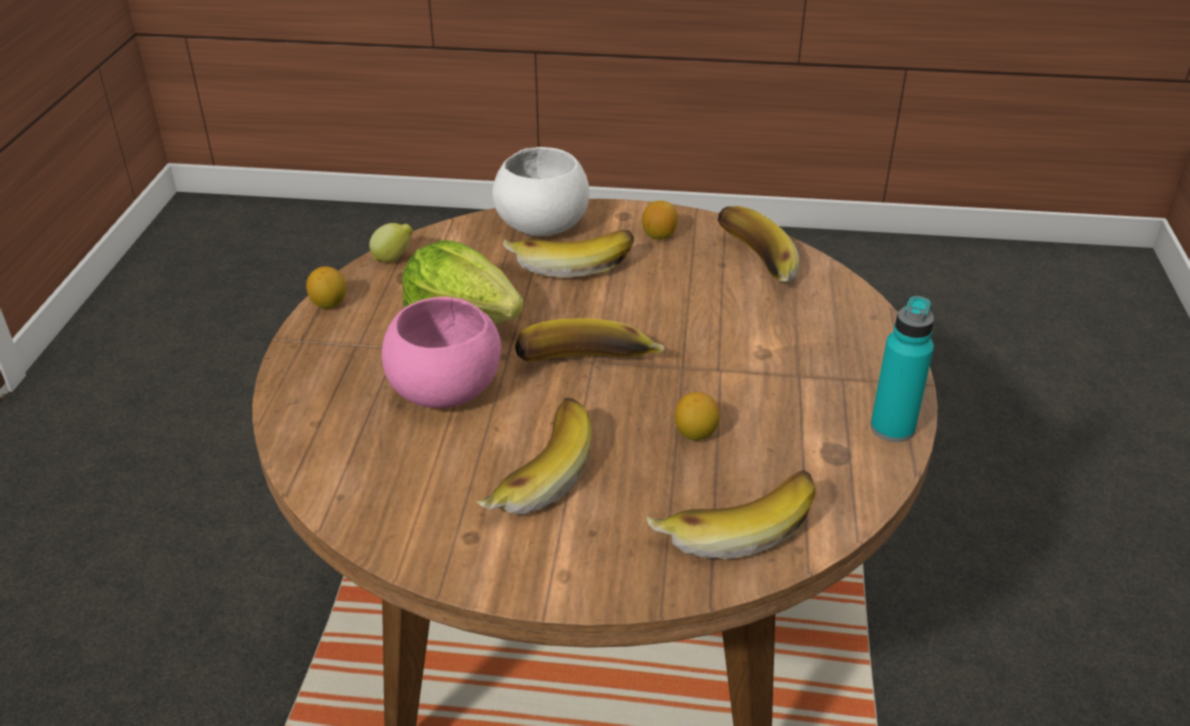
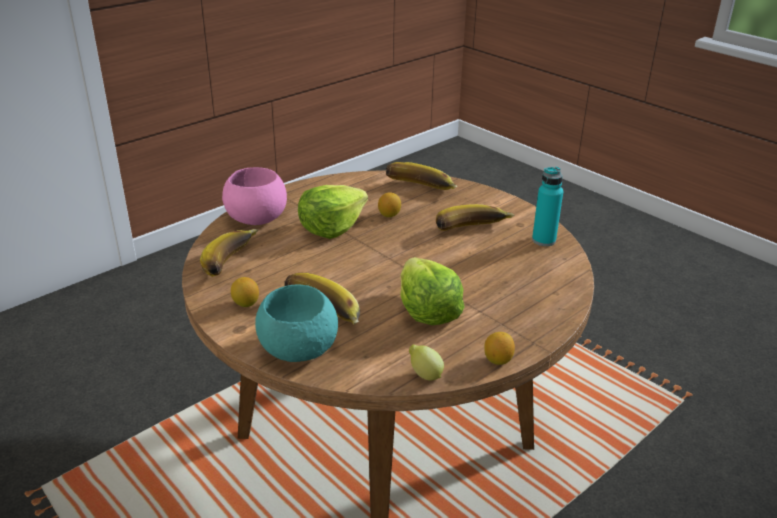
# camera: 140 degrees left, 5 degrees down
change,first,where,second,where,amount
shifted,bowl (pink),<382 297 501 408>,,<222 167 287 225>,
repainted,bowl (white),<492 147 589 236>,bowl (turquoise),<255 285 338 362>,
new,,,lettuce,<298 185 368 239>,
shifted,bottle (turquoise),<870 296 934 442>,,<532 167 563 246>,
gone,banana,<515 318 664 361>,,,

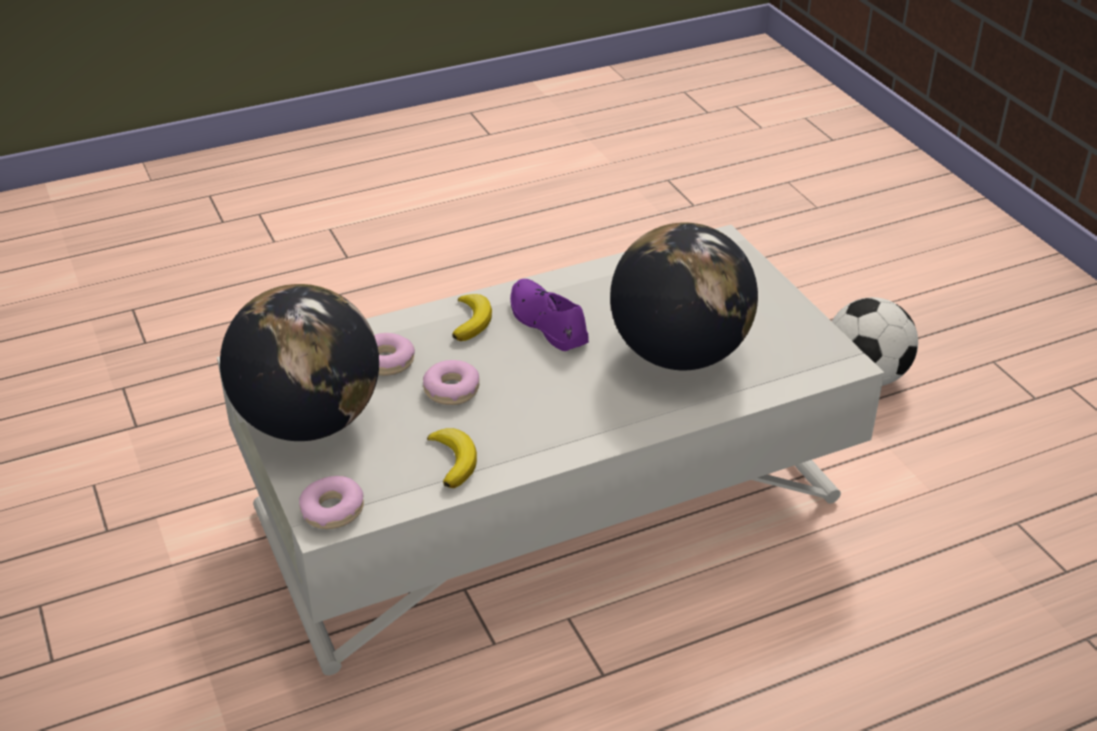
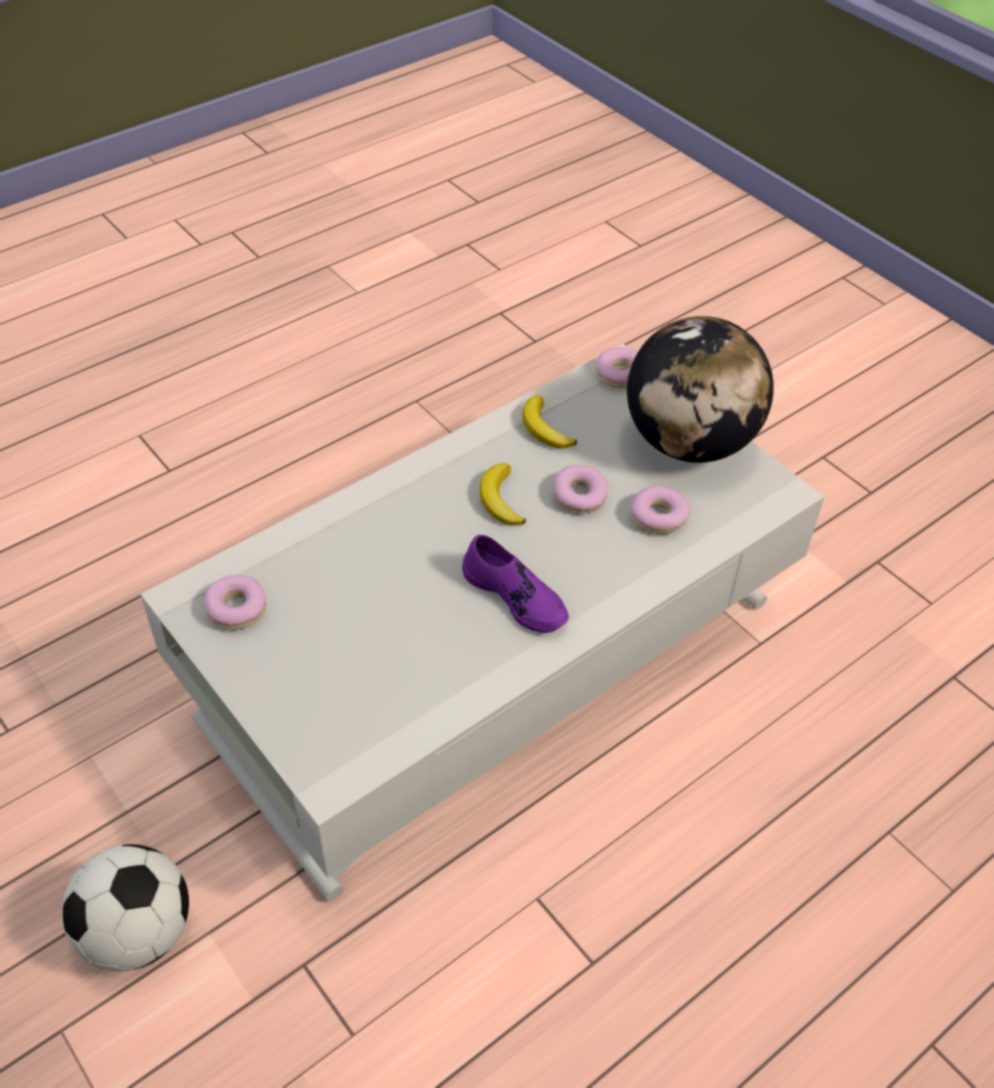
# camera: 165 degrees right, 10 degrees up
change,first,where,second,where,amount
new,,,donut,<204 575 266 630>,
shifted,banana,<452 294 492 341>,,<480 463 526 525>,
gone,globe,<610 222 758 370>,,,

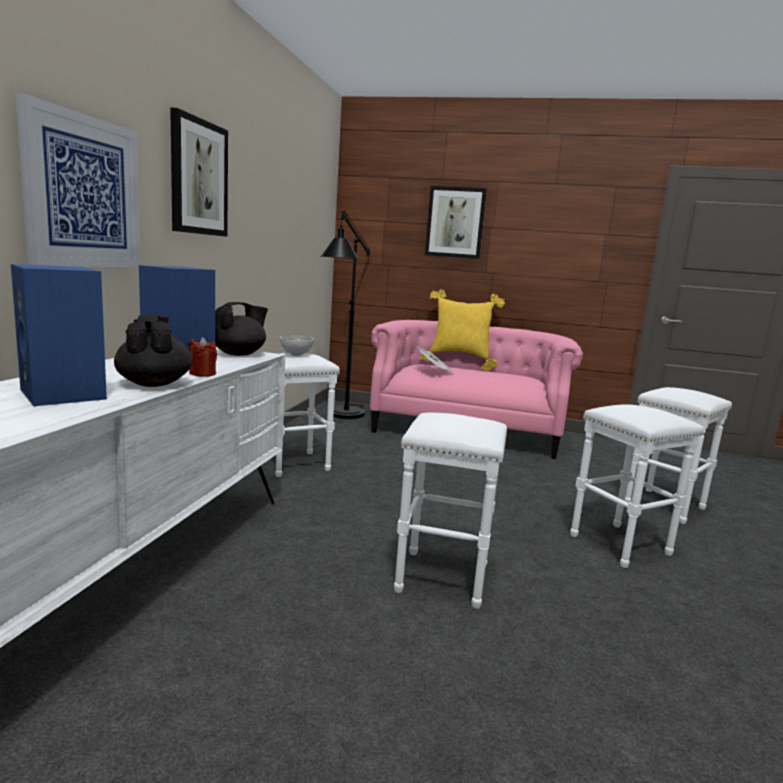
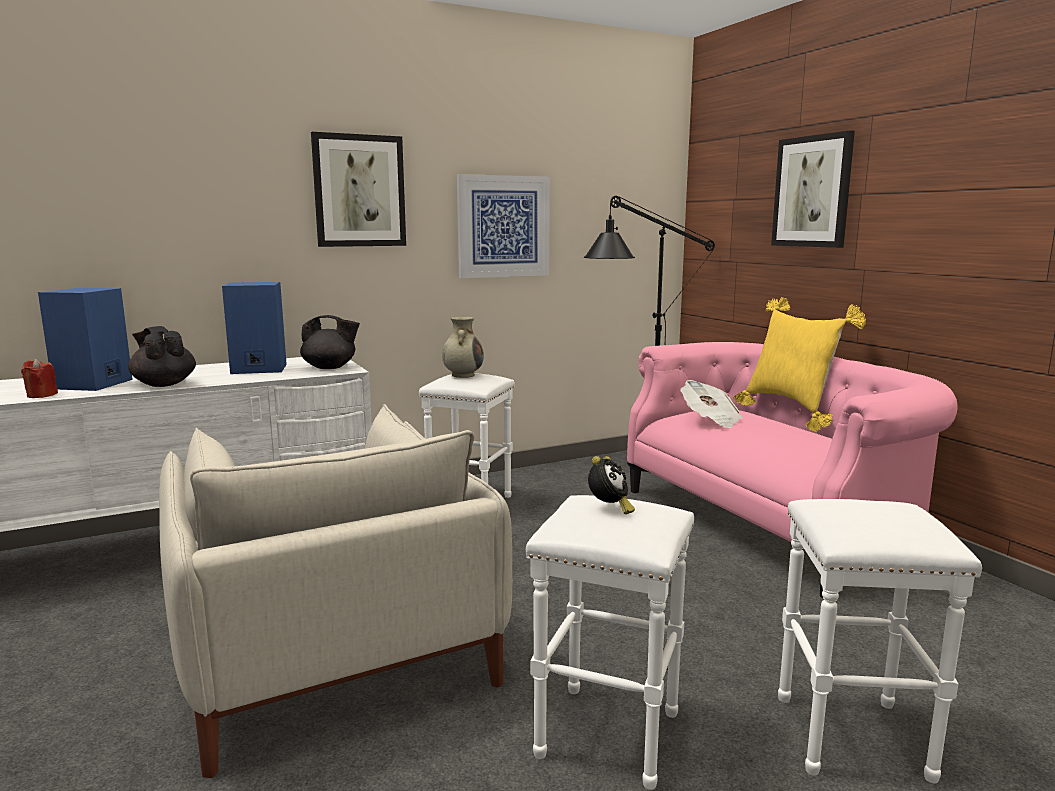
# camera: 50 degrees right, 0 degrees up
change,first,where,second,where,amount
shifted,candle (red),<189 337 217 377>,,<21 359 58 398>,
rotated,teapot (black),<114 314 192 387>,,<128 326 196 387>,75 degrees counterclockwise
swapped,stool (white),<394 412 507 609>,armchair (beige),<159 404 512 778>,
swapped,bowl,<280 336 314 356>,vase (beige),<442 317 484 378>,
shifted,picture,<16 93 140 267>,,<457 174 550 278>,
new,,,alarm clock,<588 456 635 514>,

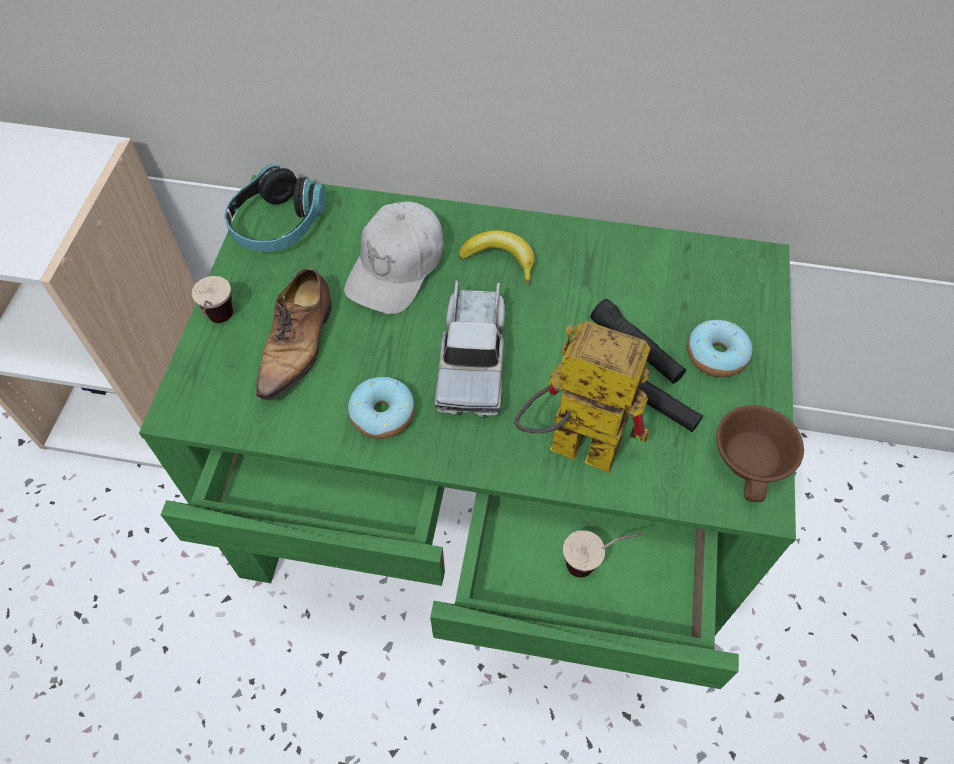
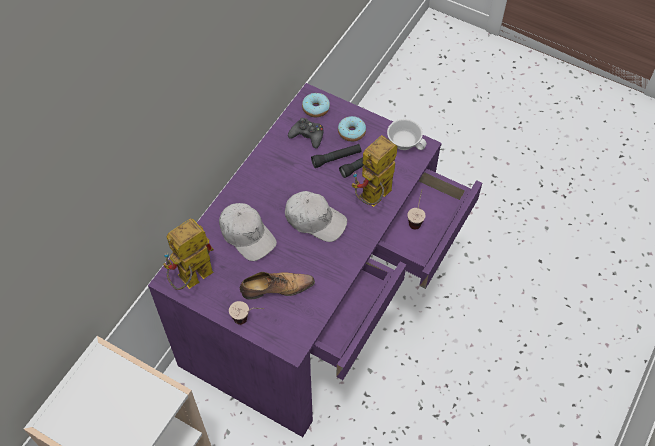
# camera: 70 degrees left, 0 degrees up
change,first,where,second,where,amount
repainted,desk (green),<139 175 796 689>,desk (purple),<148 83 482 437>,
swapped,headphones,<224 164 326 252>,toy robot,<163 219 214 290>,
rotated,shoe,<256 268 332 401>,,<240 272 315 300>,45 degrees counterclockwise
swapped,toy truck,<435 280 505 418>,cap (white),<285 191 347 242>,
new,,,game controller (black),<288 118 323 149>,
shifted,donut,<348 377 415 439>,,<302 93 330 117>,
repainted,cup (brown),<716 405 804 502>,cup (white),<387 119 427 150>,
gone,banana,<458 230 535 286>,,,

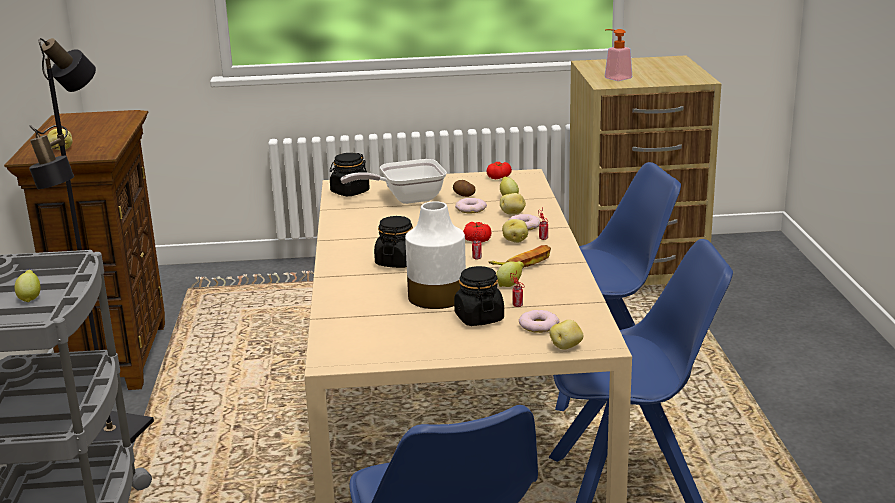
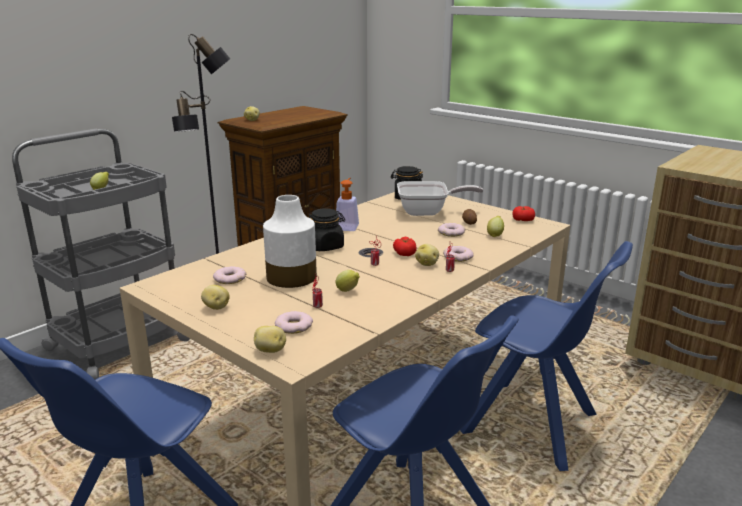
# camera: 45 degrees right, 0 degrees up
change,first,where,second,where,amount
shifted,potato,<500 193 526 214>,,<201 285 230 310>,
new,,,donut,<213 266 246 284>,
shifted,soap dispenser,<605 29 632 81>,,<336 178 359 231>,
rotated,frying pan,<340 159 447 204>,,<397 181 483 216>,150 degrees clockwise
gone,jar (black),<454 266 504 326>,,,
gone,banana,<489 245 551 268>,,,

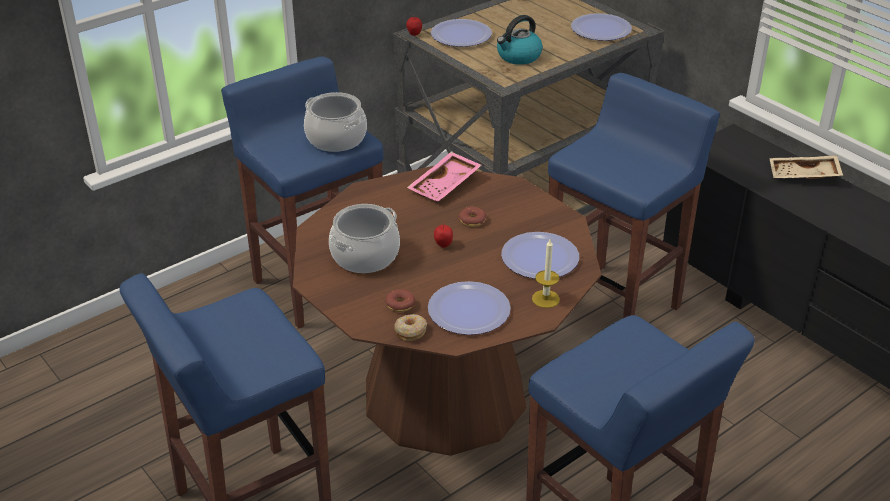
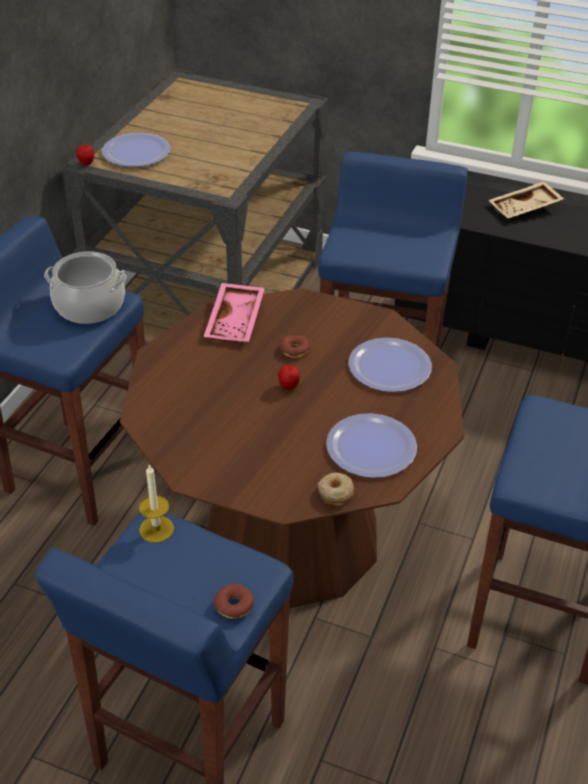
# camera: 30 degrees left, 5 degrees up
change,first,where,second,where,amount
shifted,candle,<532 239 560 308>,,<139 465 174 543>,
shifted,donut,<385 290 415 312>,,<214 584 254 619>,
gone,cooking pot,<329 204 400 273>,,,
gone,kettle,<497 15 543 65>,,,
gone,plate,<571 13 632 41>,,,

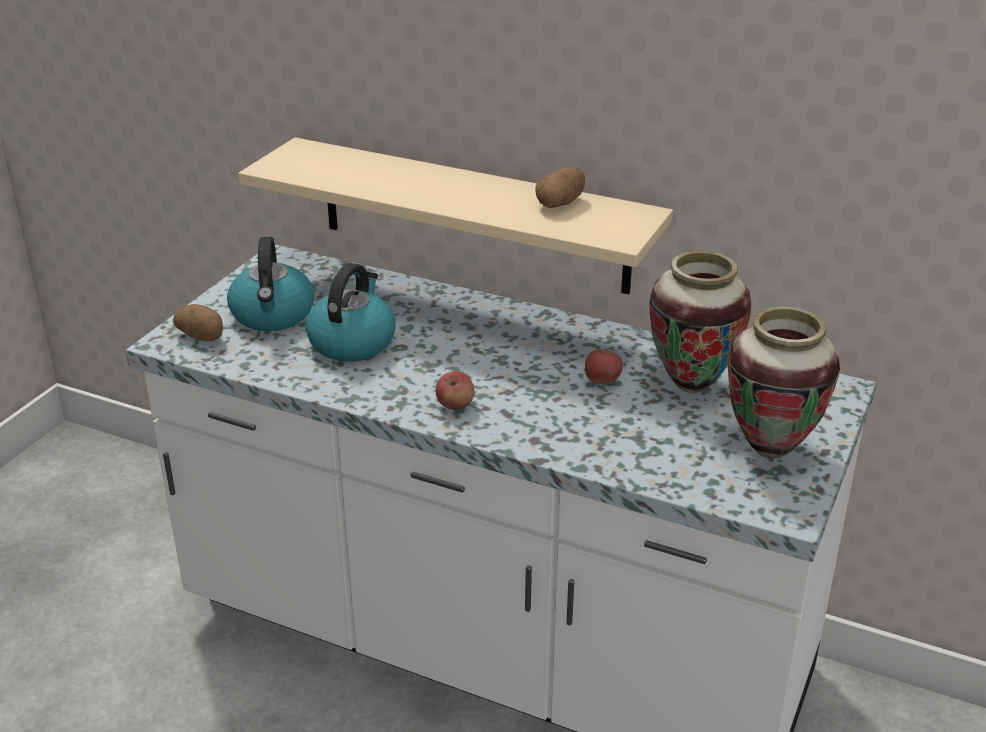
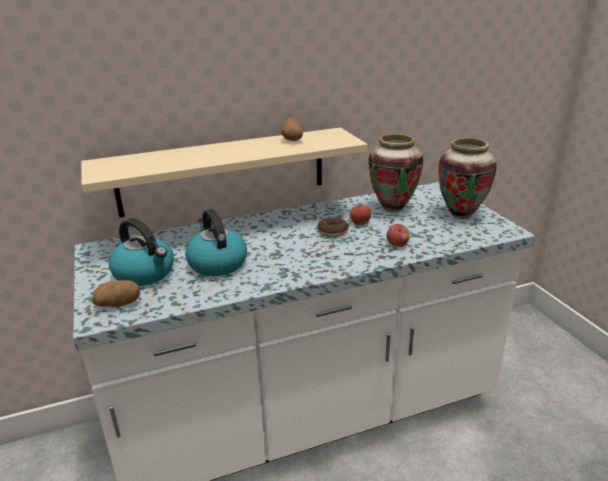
# camera: 45 degrees left, 5 degrees down
change,first,where,second,where,amount
new,,,donut,<317 217 349 237>,
shifted,apple,<436 371 474 410>,,<387 224 410 247>,

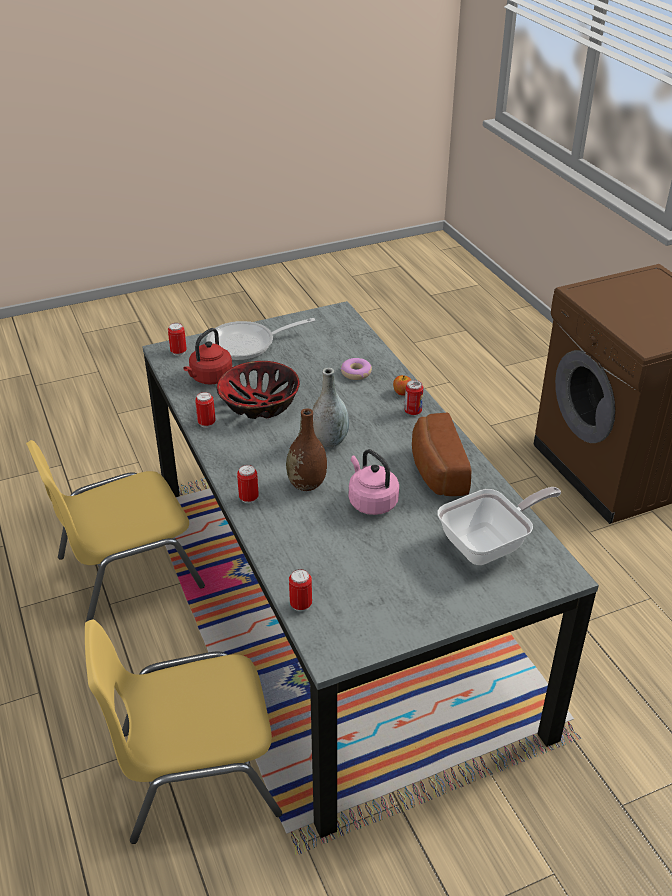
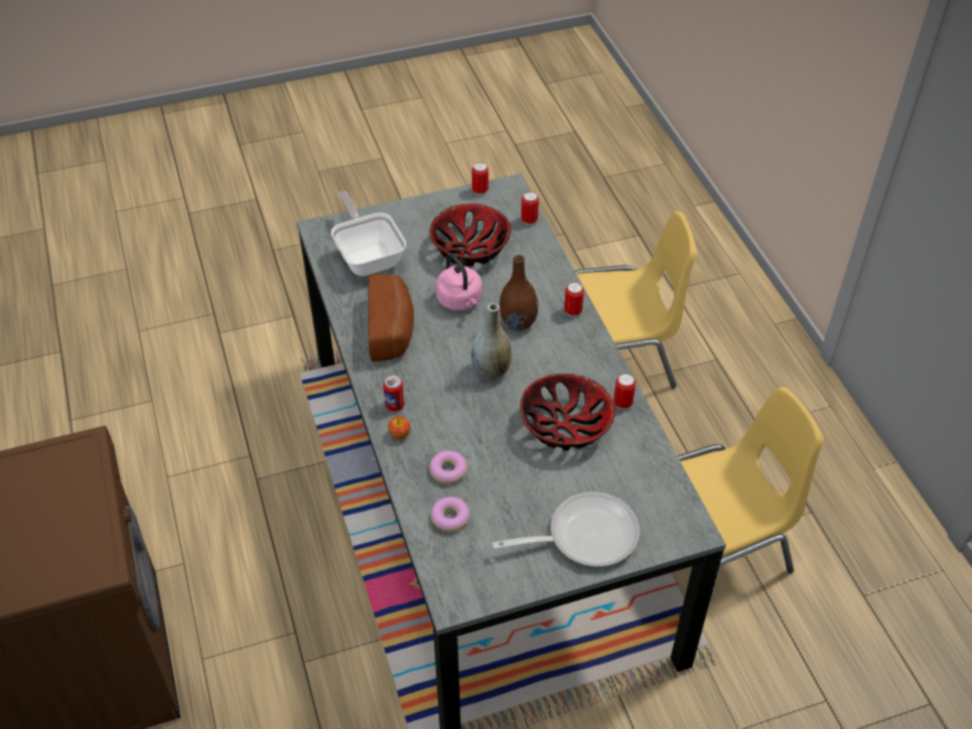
# camera: 175 degrees left, 10 degrees up
change,first,where,second,where,amount
rotated,frying pan,<437 487 561 565>,,<331 191 406 276>,90 degrees clockwise
new,,,bowl,<430 203 511 266>,
new,,,donut,<431 497 470 532>,
shifted,can,<168 323 187 356>,,<472 162 489 195>,
gone,kettle (red),<183 328 232 385>,,,

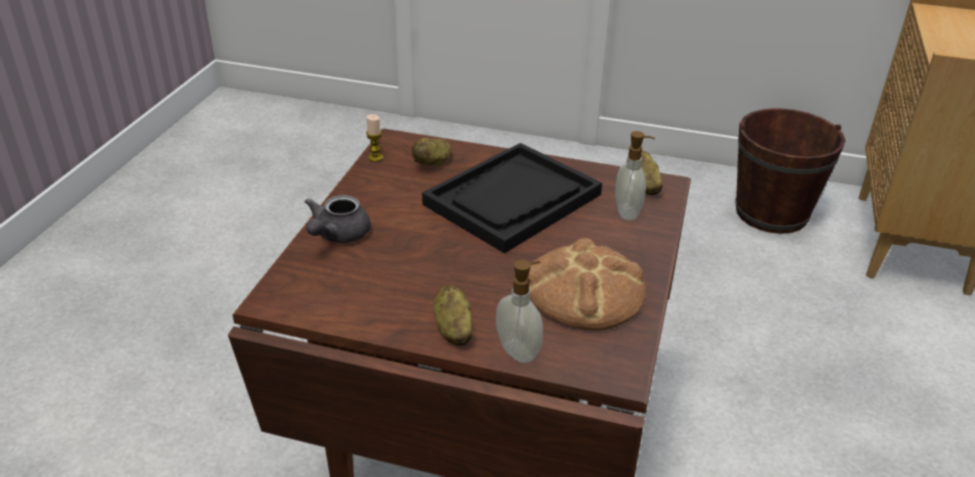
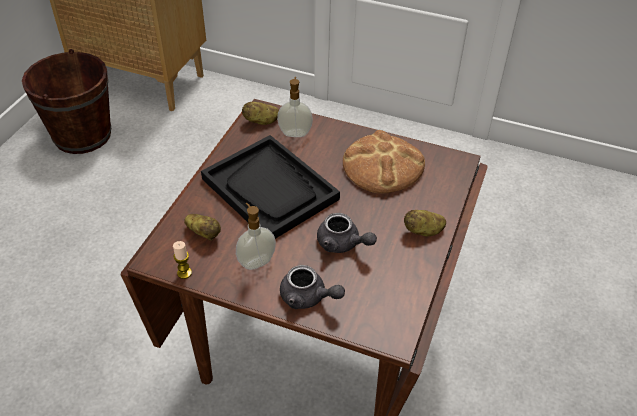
# camera: 85 degrees left, 10 degrees up
change,first,where,second,where,amount
shifted,soap dispenser,<496 260 543 363>,,<236 203 276 270>,
new,,,teapot (grey),<317 213 377 253>,

